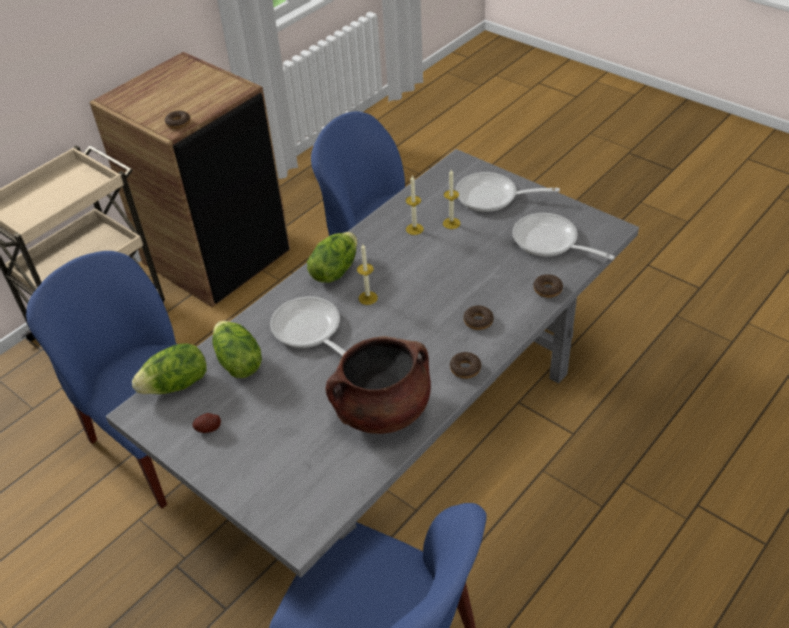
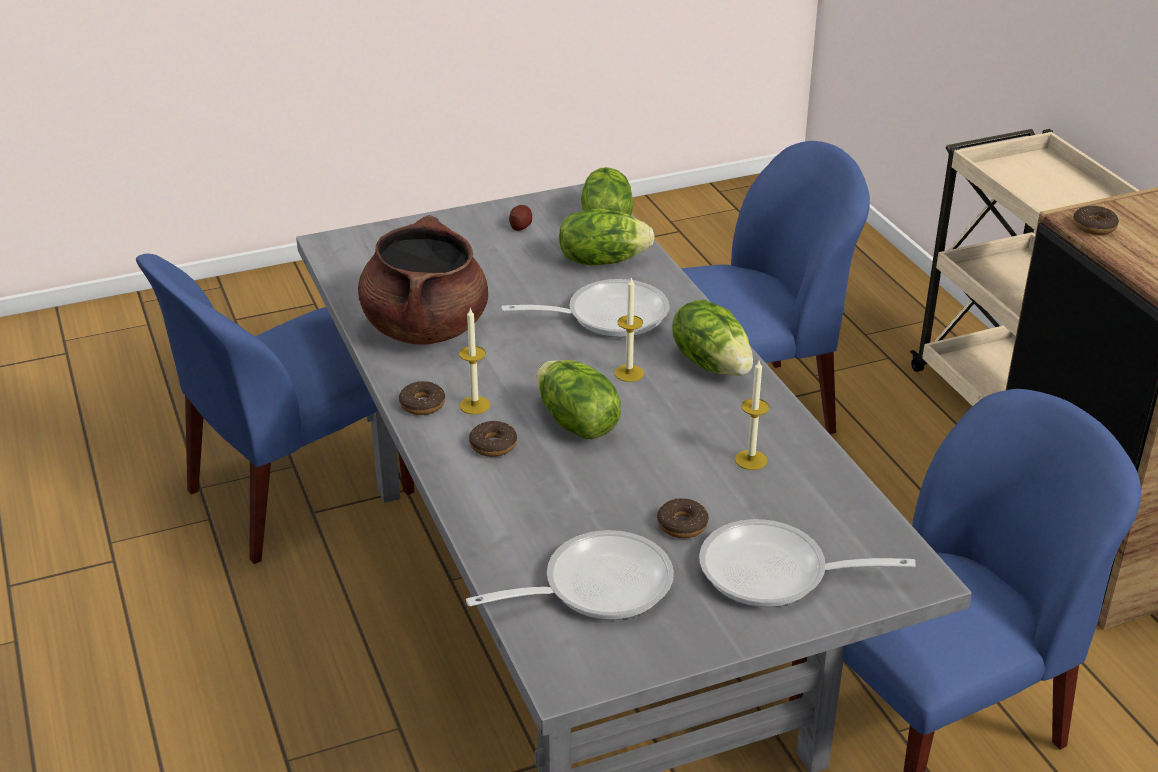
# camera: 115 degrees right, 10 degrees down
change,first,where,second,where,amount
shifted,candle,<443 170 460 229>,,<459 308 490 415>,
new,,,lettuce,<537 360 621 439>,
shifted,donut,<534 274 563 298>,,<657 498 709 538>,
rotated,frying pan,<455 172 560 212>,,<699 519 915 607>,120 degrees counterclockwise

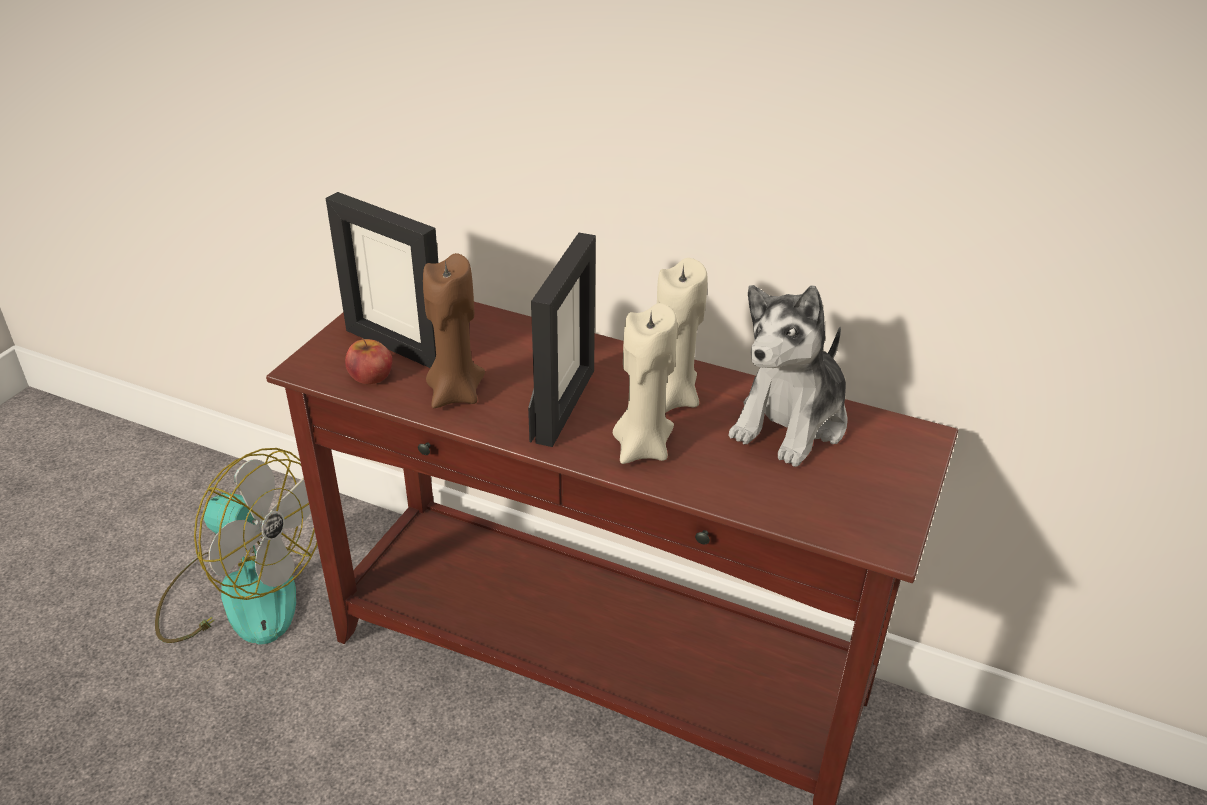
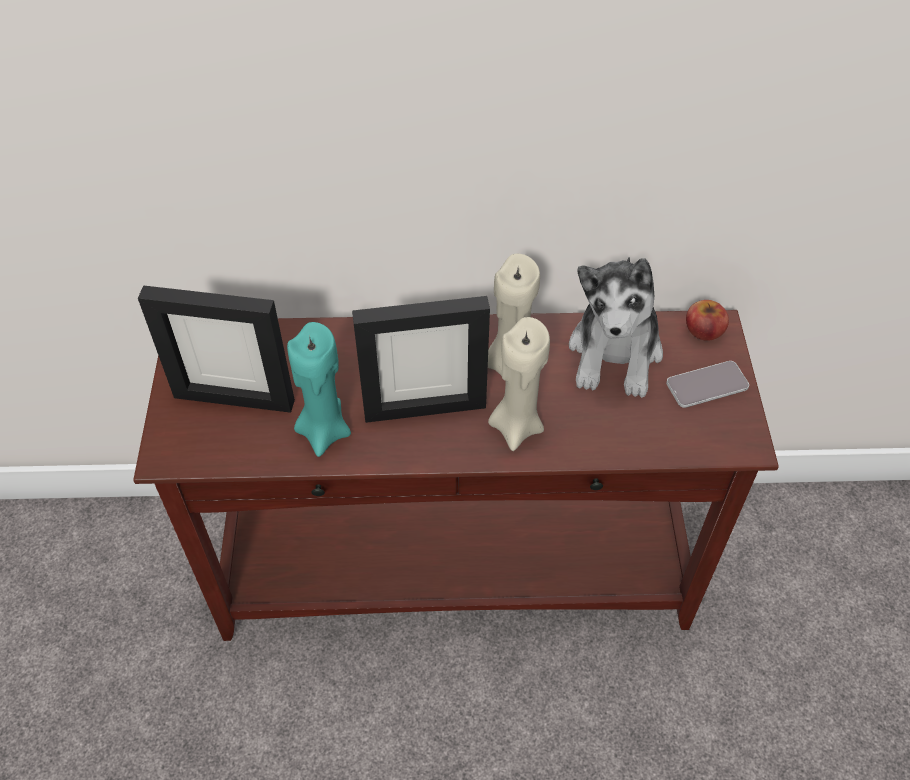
# camera: 25 degrees left, 15 degrees up
change,first,where,second,where,amount
repainted,candle (brown),<423 253 485 408>,candle (turquoise),<287 322 351 457>,
rotated,picture frame,<528 233 596 447>,,<352 296 490 423>,90 degrees clockwise
new,,,phone,<666 361 749 408>,
shifted,apple,<345 338 393 384>,,<686 300 729 341>,
gone,fan,<155 448 318 645>,,,

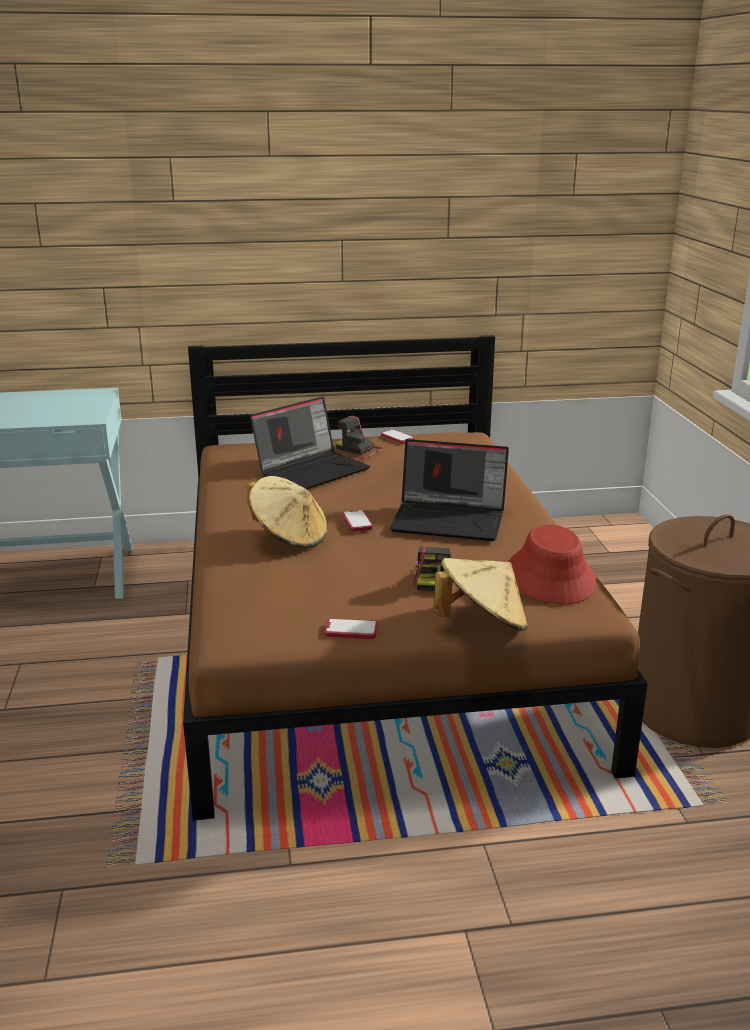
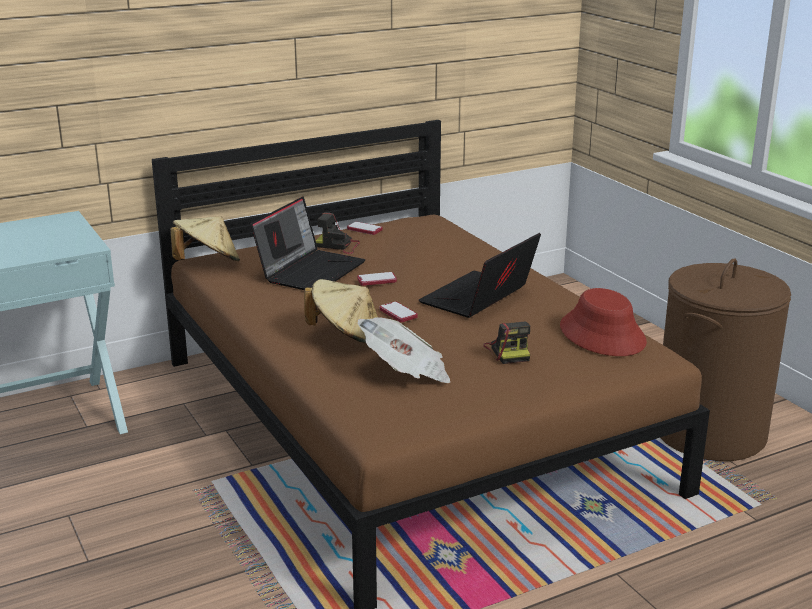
# camera: 20 degrees left, 0 degrees up
change,first,where,second,where,amount
shifted,hat (beige),<433 558 528 631>,,<170 216 240 261>,
shifted,phone,<325 619 378 639>,,<357 272 397 286>,
new,,,newspaper,<357 317 450 383>,
rotated,laptop,<389 439 509 541>,,<419 233 541 318>,135 degrees clockwise

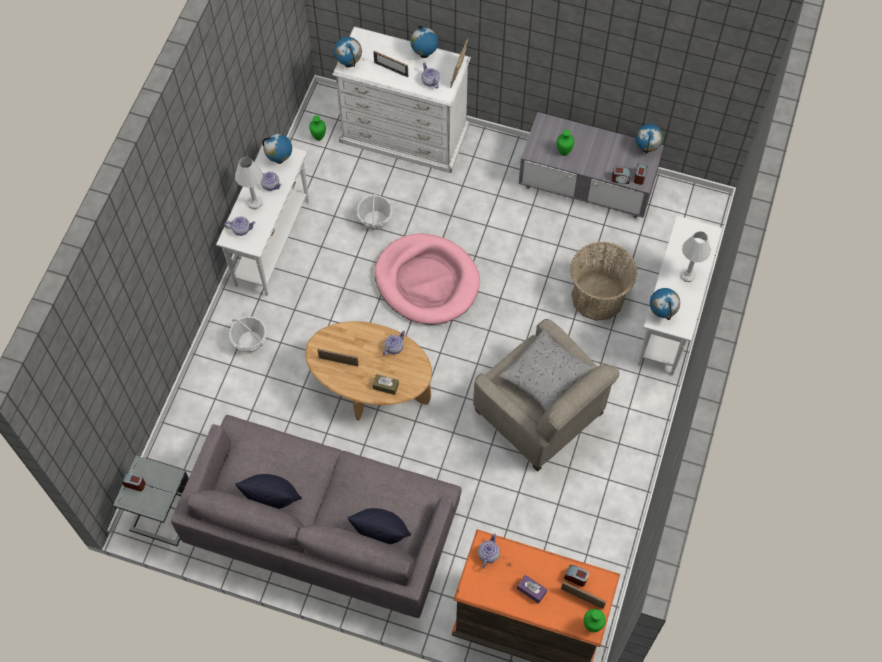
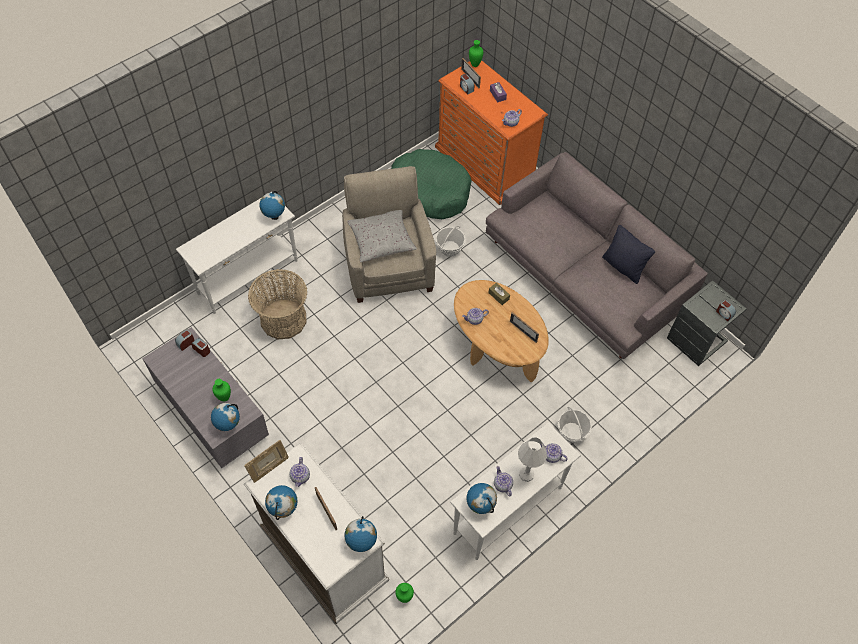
# camera: 150 degrees left, 5 degrees down
change,first,where,second,where,amount
shifted,globe,<635 124 663 154>,,<211 403 240 431>,
new,,,dog bed (green),<391 149 472 219>,
shifted,basket,<357 192 392 230>,,<436 226 466 257>,
gone,pillow (black),<348 508 411 544>,,,
gone,dog bed (pink),<375 233 480 325>,,,
gone,table lamp (white),<681 231 711 282>,,,

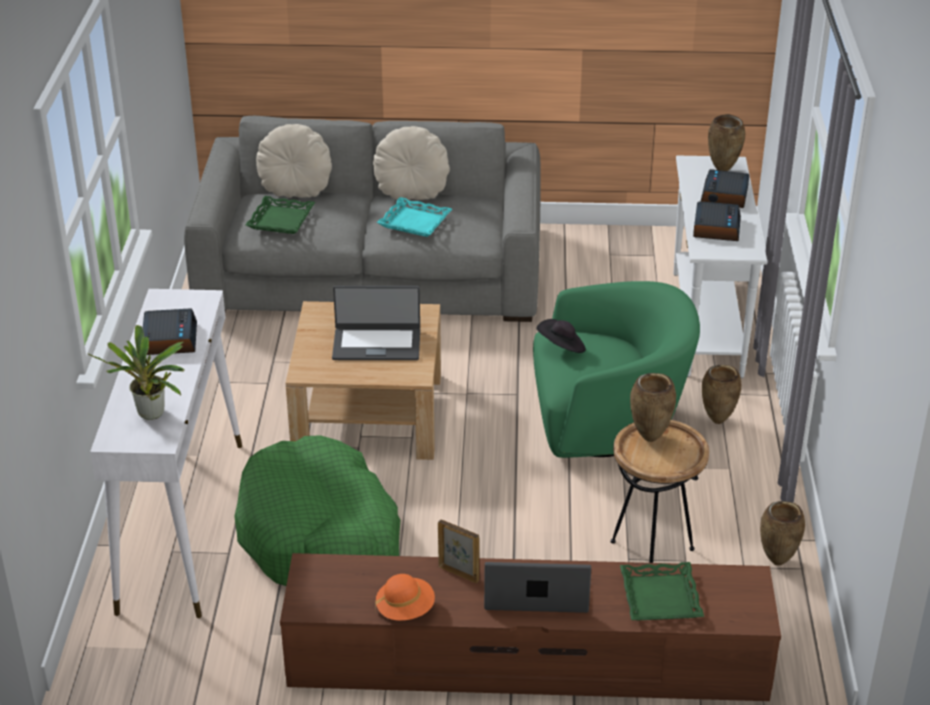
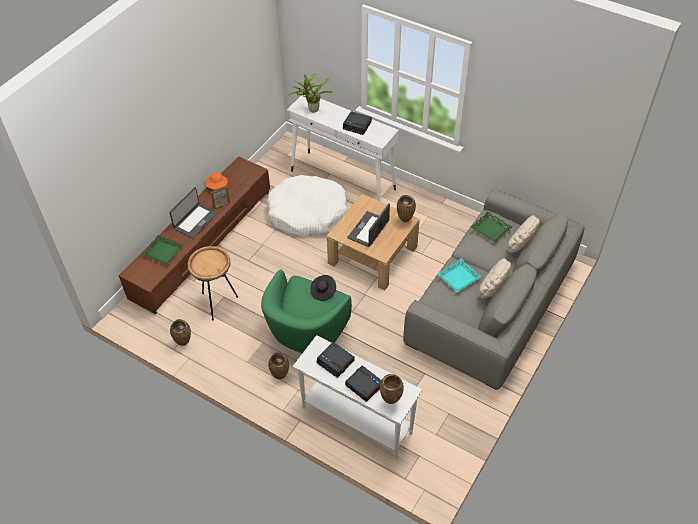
# camera: 120 degrees right, 15 degrees up
change,first,where,second,where,amount
repainted,dog bed (green),<234 435 400 586>,dog bed (white),<267 175 348 236>,
shifted,vase (brown),<630 373 676 442>,,<397 195 416 222>,

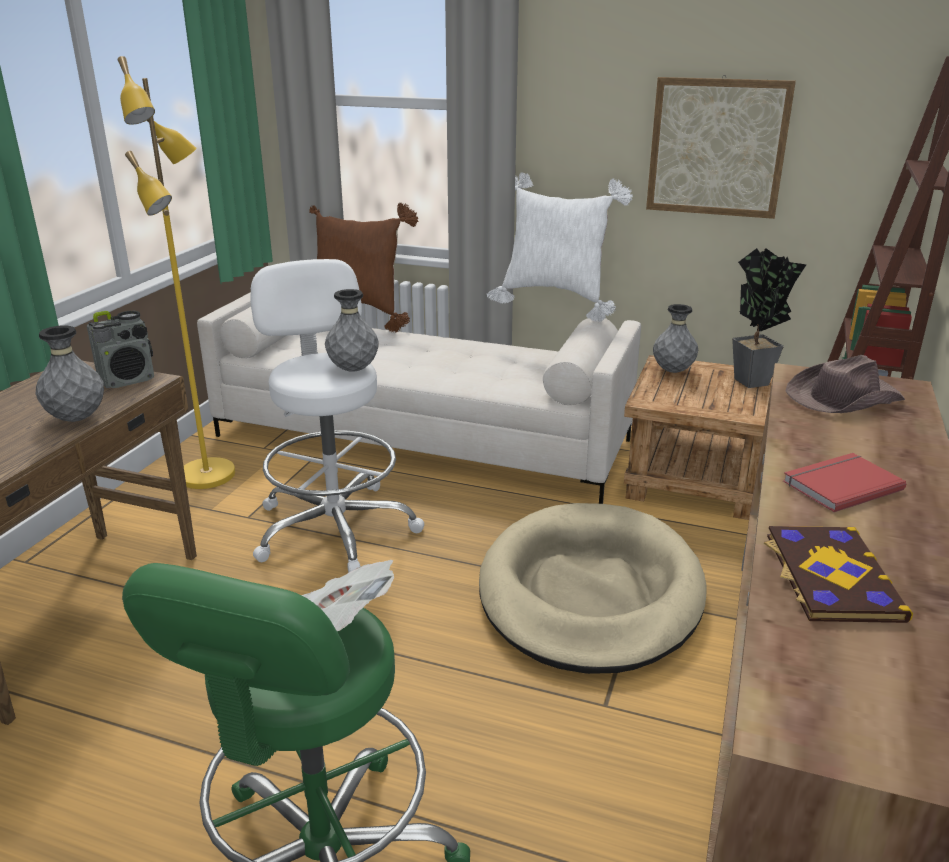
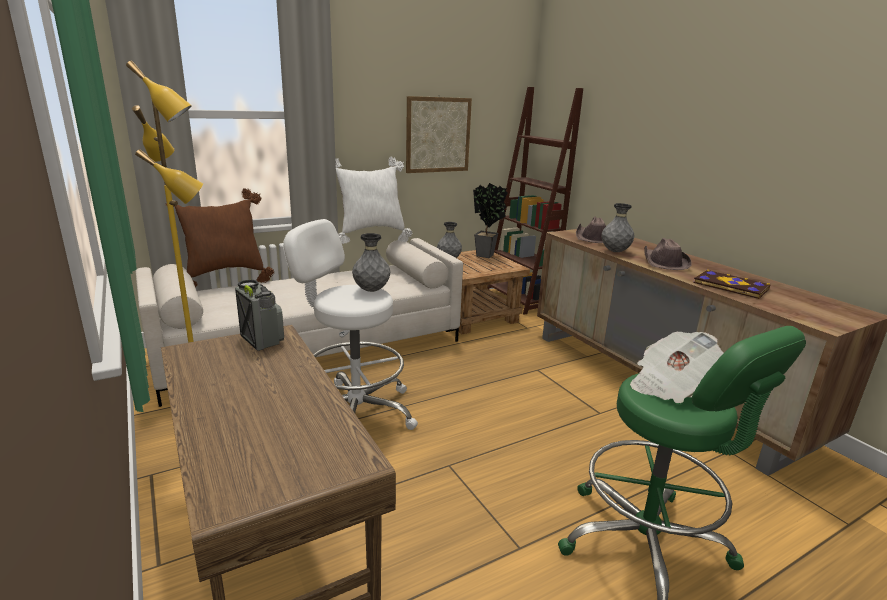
# camera: 50 degrees left, 5 degrees down
change,first,where,second,where,amount
rotated,radio,<87 310 154 388>,,<235 280 284 351>,45 degrees counterclockwise
shifted,vase (grey),<36 325 104 422>,,<602 203 635 252>,
swapped,book (red),<783 453 906 512>,hat (brown),<644 238 691 270>,
gone,dog bed (beige),<479 503 707 674>,,,

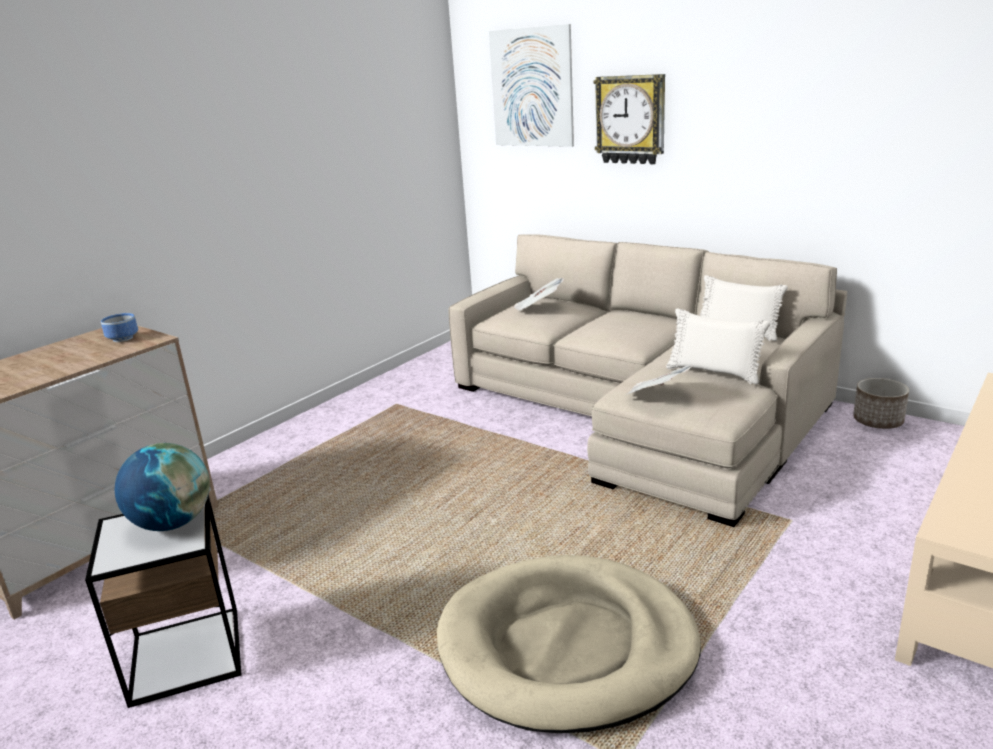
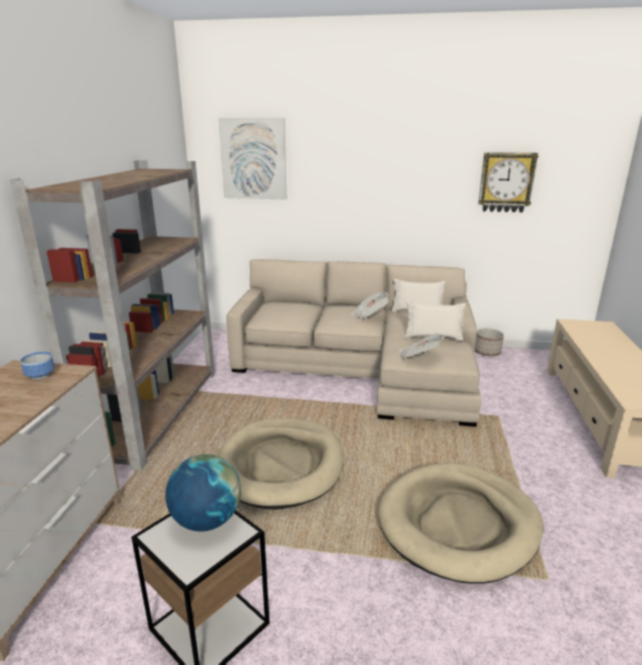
# camera: 30 degrees left, 0 degrees up
change,first,where,second,where,amount
new,,,bookcase (brown),<10 160 215 470>,
new,,,dog bed (beige),<217 418 344 509>,
shifted,newspaper,<514 278 564 312>,,<351 292 389 319>,
shifted,wall clock,<594 74 665 164>,,<478 152 539 213>,

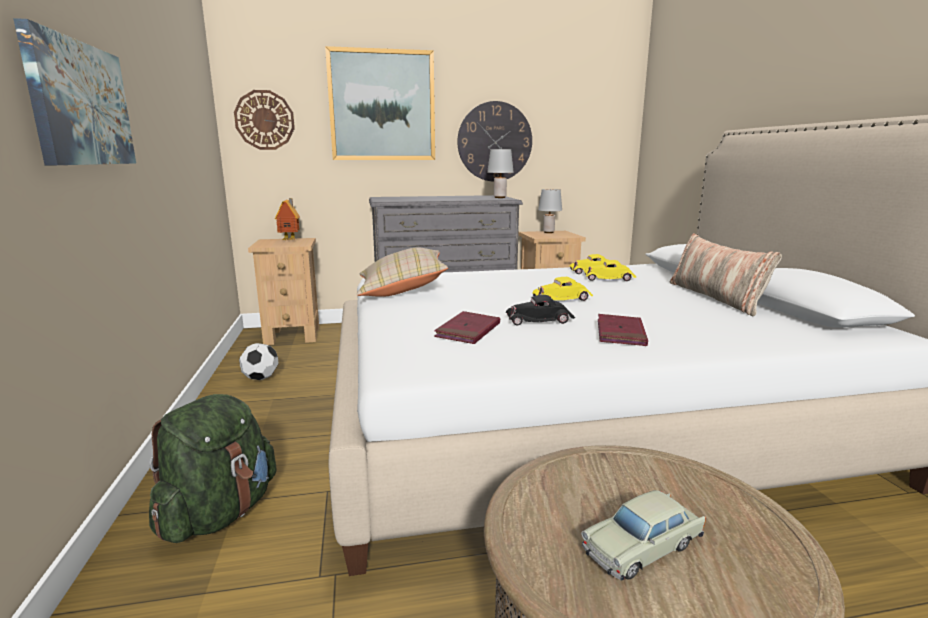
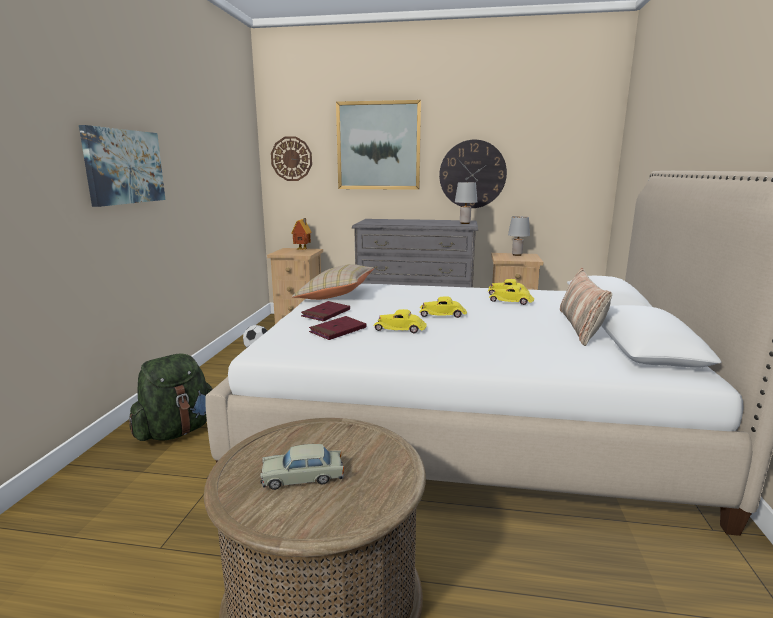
# camera: 20 degrees right, 0 degrees up
change,first,where,second,where,amount
shifted,book (red),<598 314 648 346>,,<301 301 350 321>,
repainted,toy car (black),<505 295 575 326>,toy car (yellow),<374 309 427 333>,

